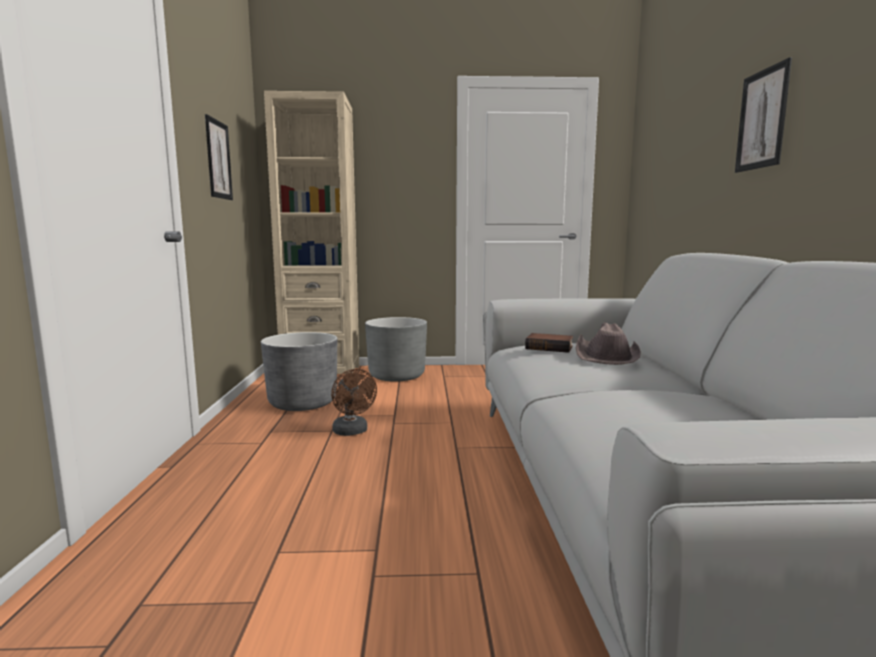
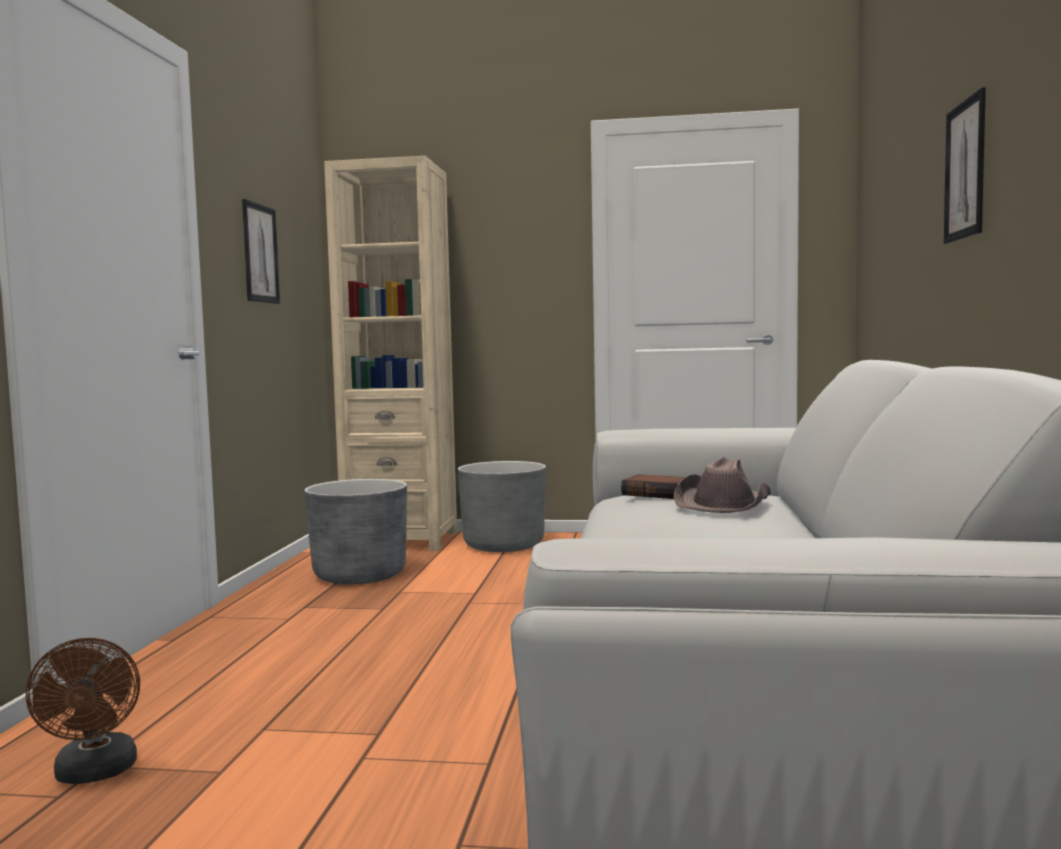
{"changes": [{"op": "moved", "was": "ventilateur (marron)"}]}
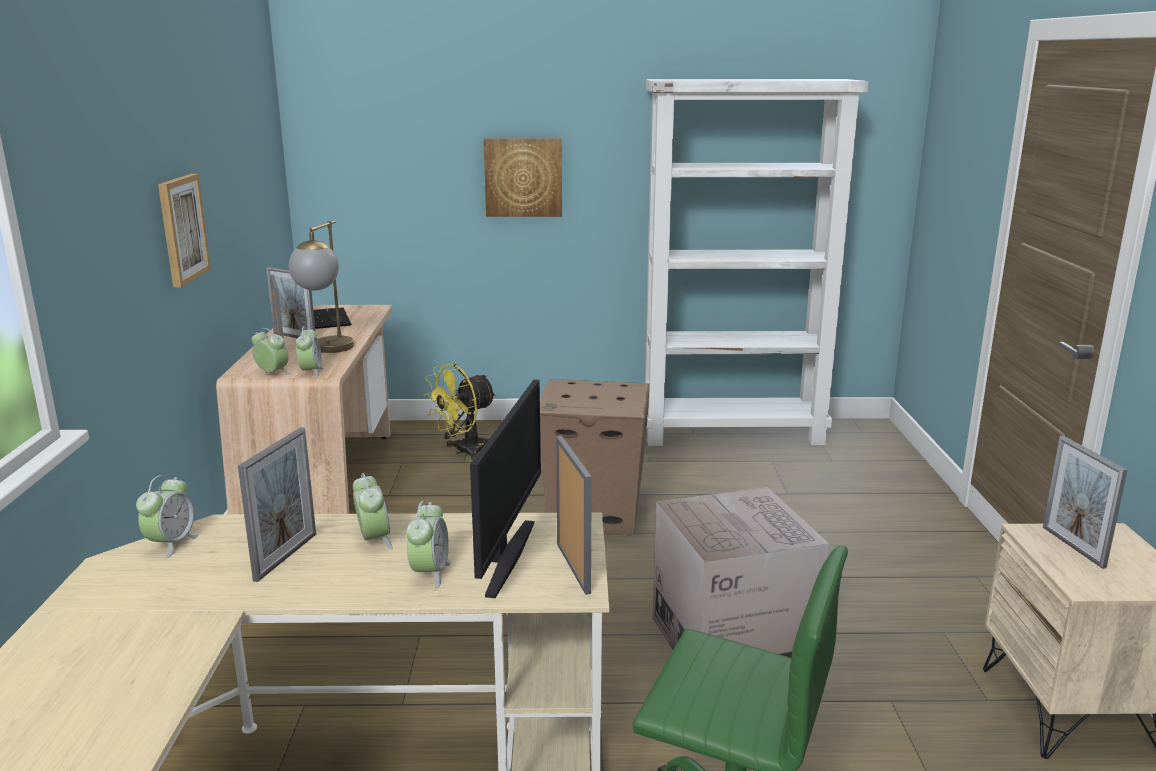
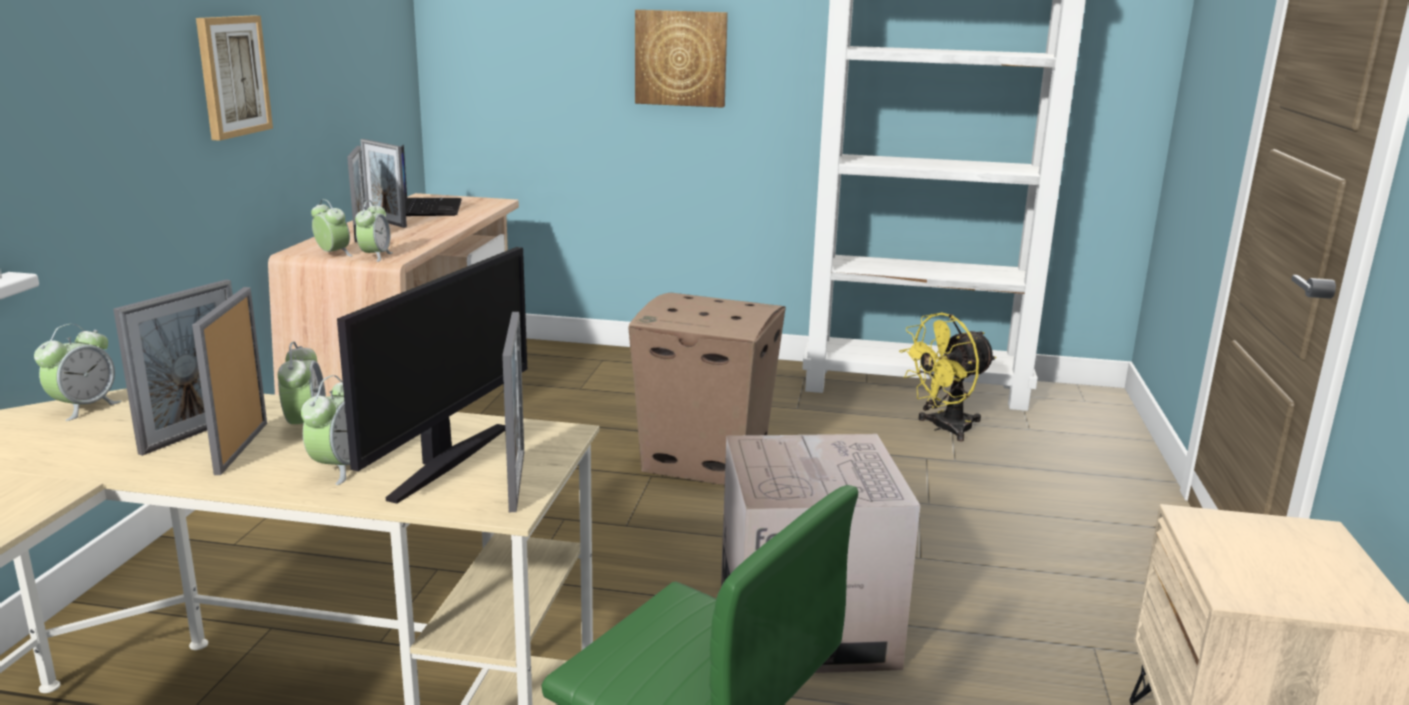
{"changes": [{"op": "removed", "was": "lampe de table"}, {"op": "moved", "was": "ventilateur (jaune)"}, {"op": "moved", "was": "cadre photo (5th from left in the first image)", "now": "cadre photo (2nd from left)"}]}
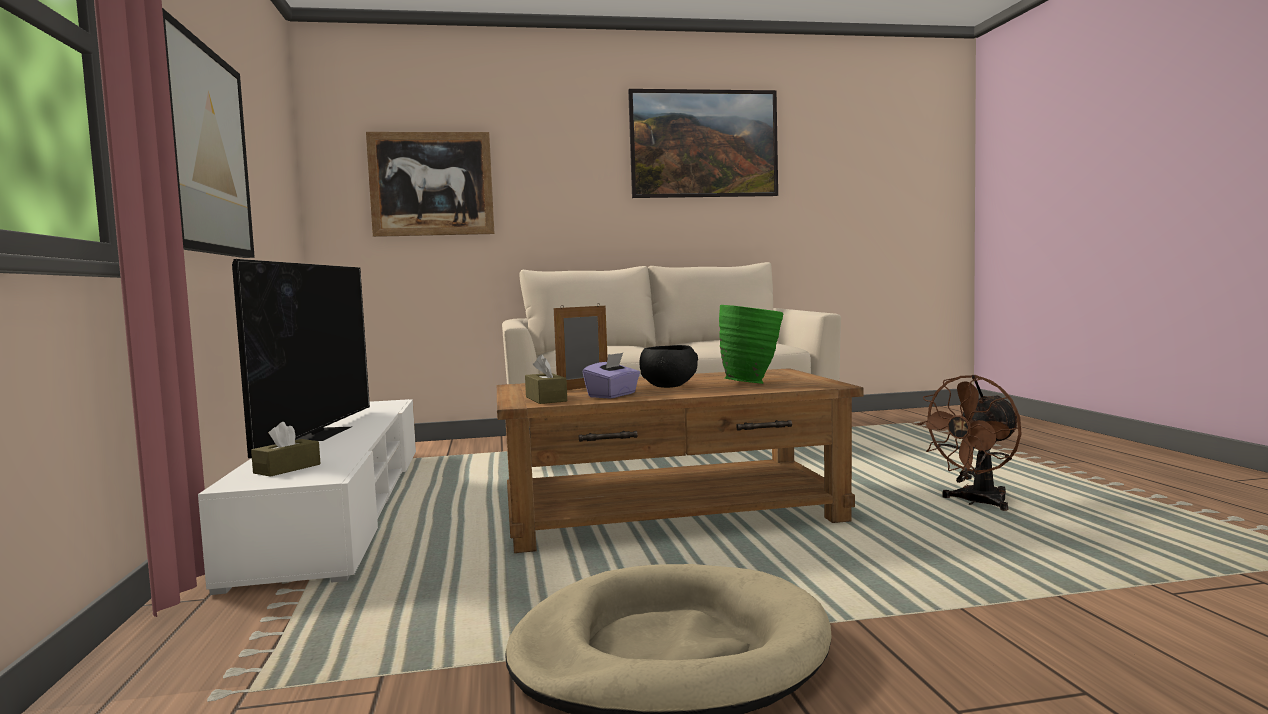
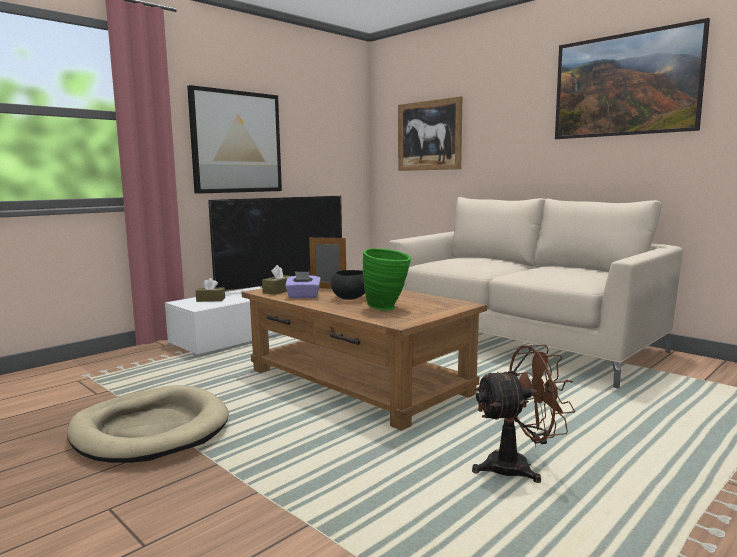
{"changes": [{"op": "turned", "was": "ventilateur (marron)", "clockwise": 150}]}
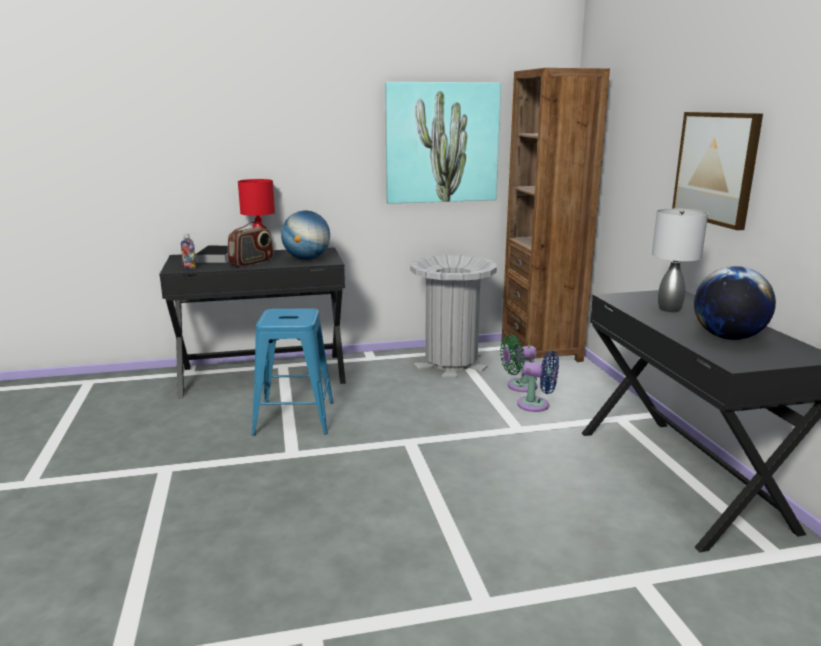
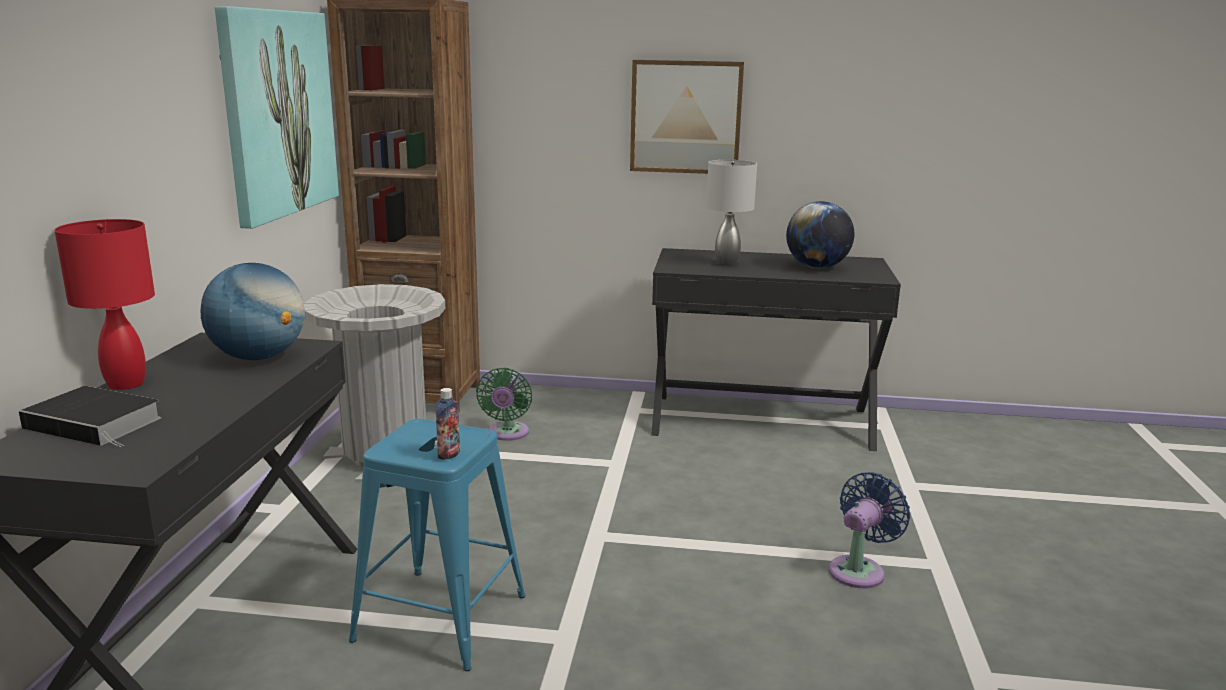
{"changes": [{"op": "removed", "was": "radio"}, {"op": "moved", "was": "bouteille"}, {"op": "moved", "was": "ventilateur (bleu)"}]}
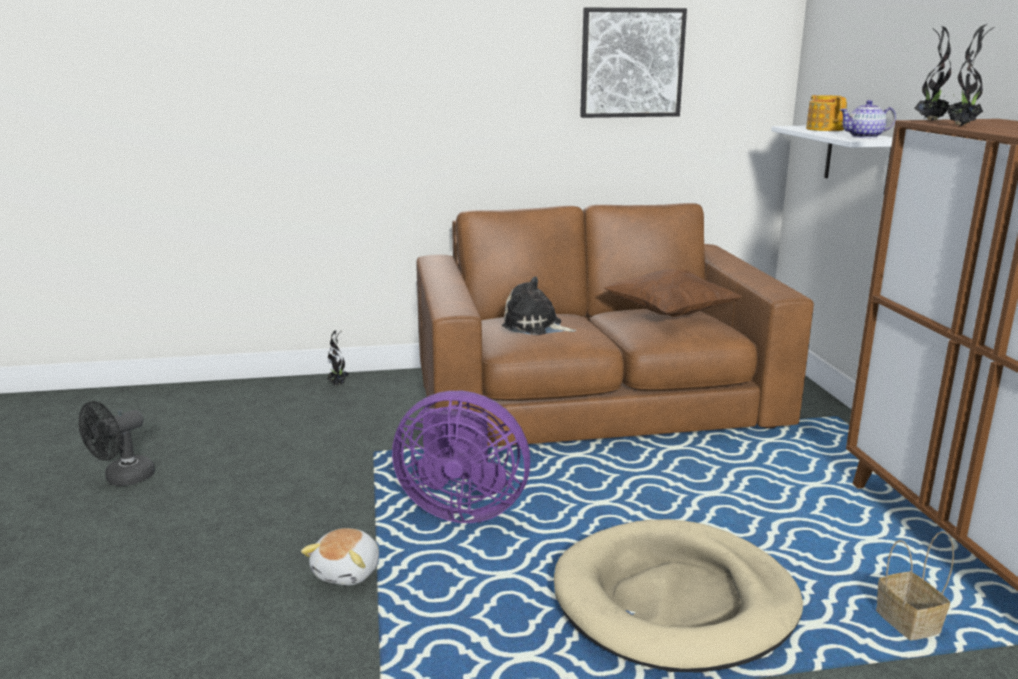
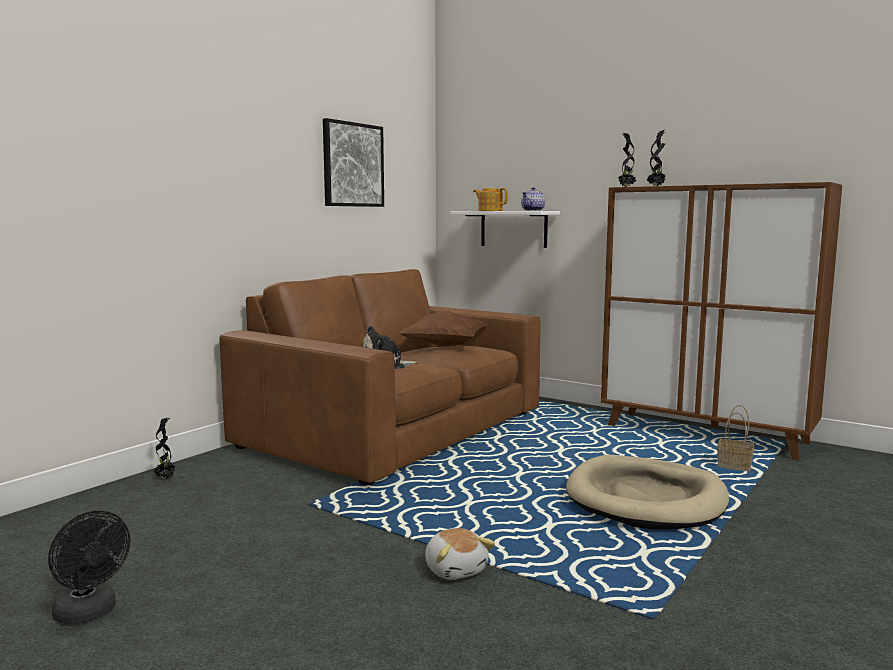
{"changes": [{"op": "removed", "was": "ventilateur (violet)"}, {"op": "turned", "was": "ventilateur (noir)", "clockwise": -45}]}
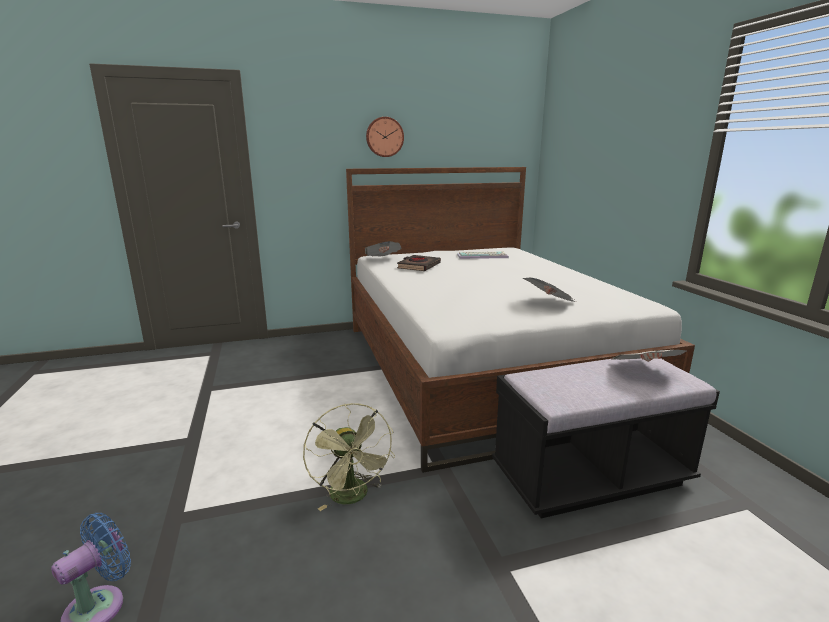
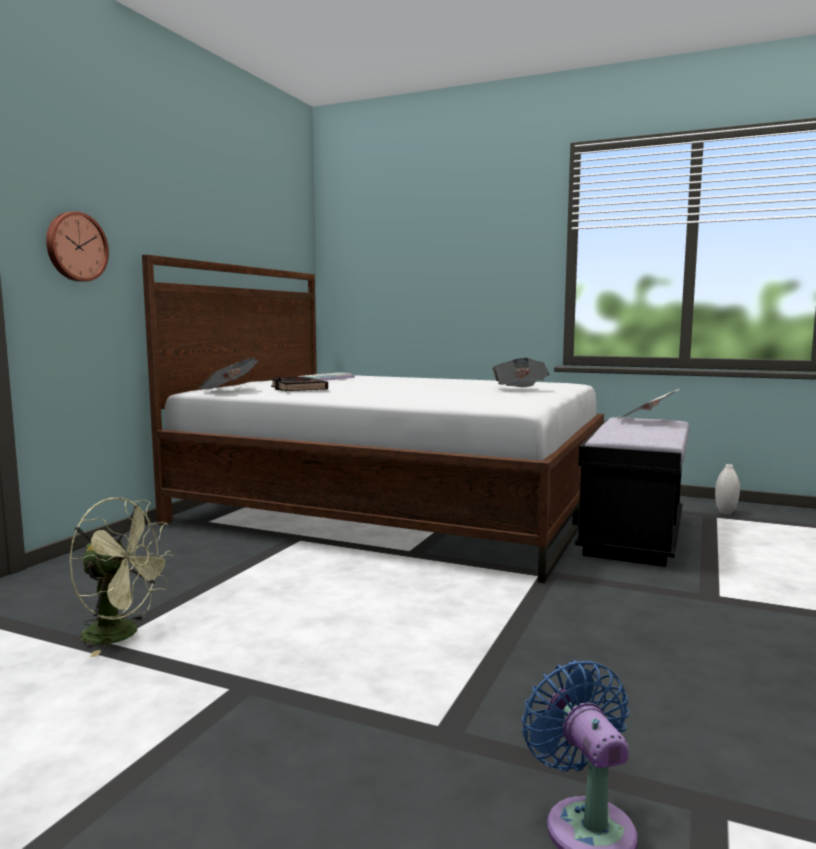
{"changes": [{"op": "moved", "was": "horloge murale"}, {"op": "moved", "was": "ventilateur (vert)"}, {"op": "added", "now": "vase (blanc)"}]}
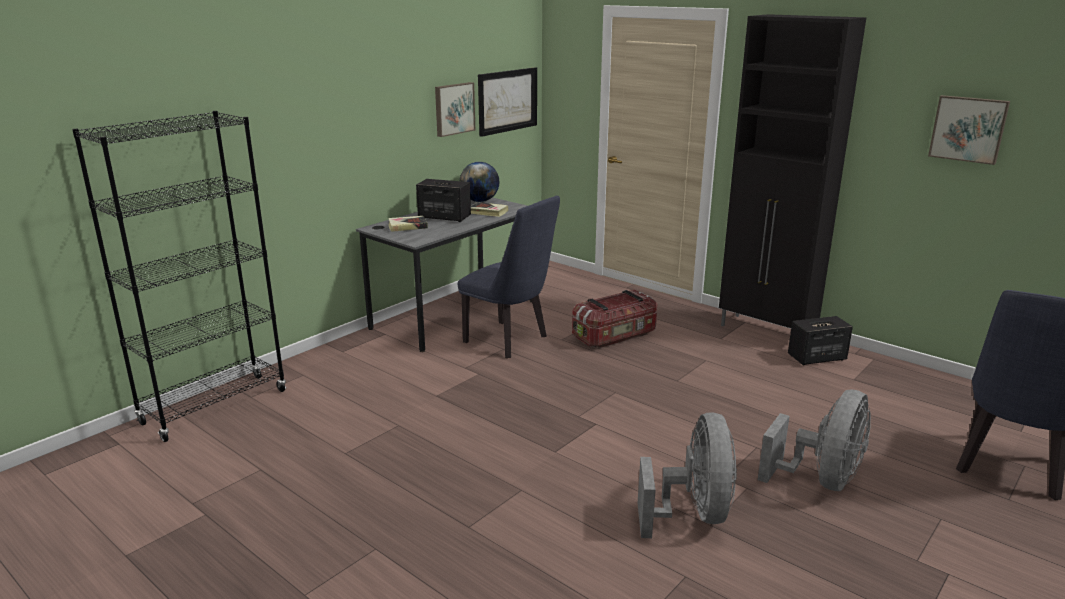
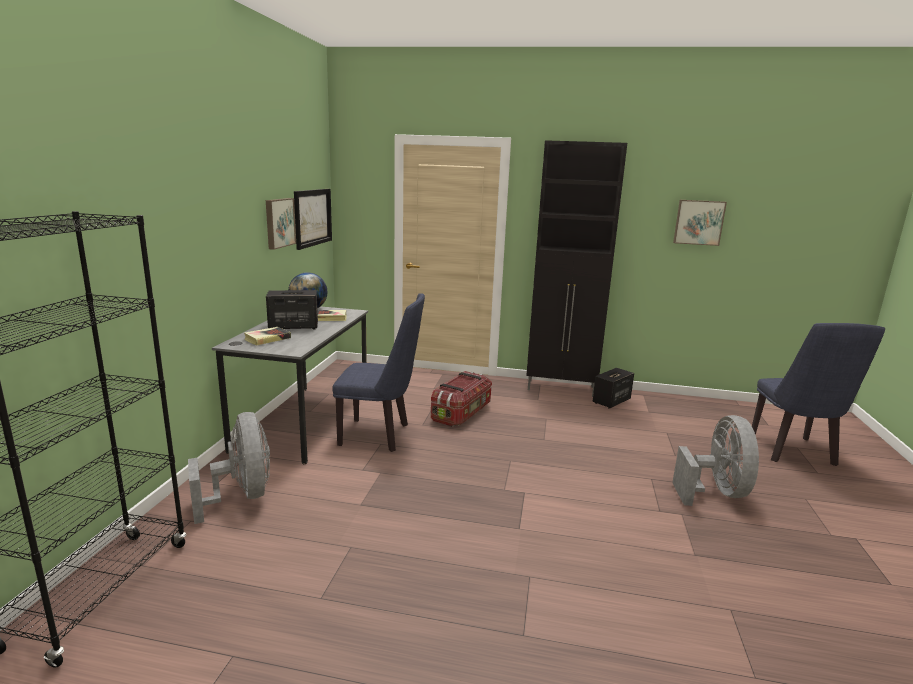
{"changes": [{"op": "moved", "was": "ventilateur (gris) (1st from left)"}]}
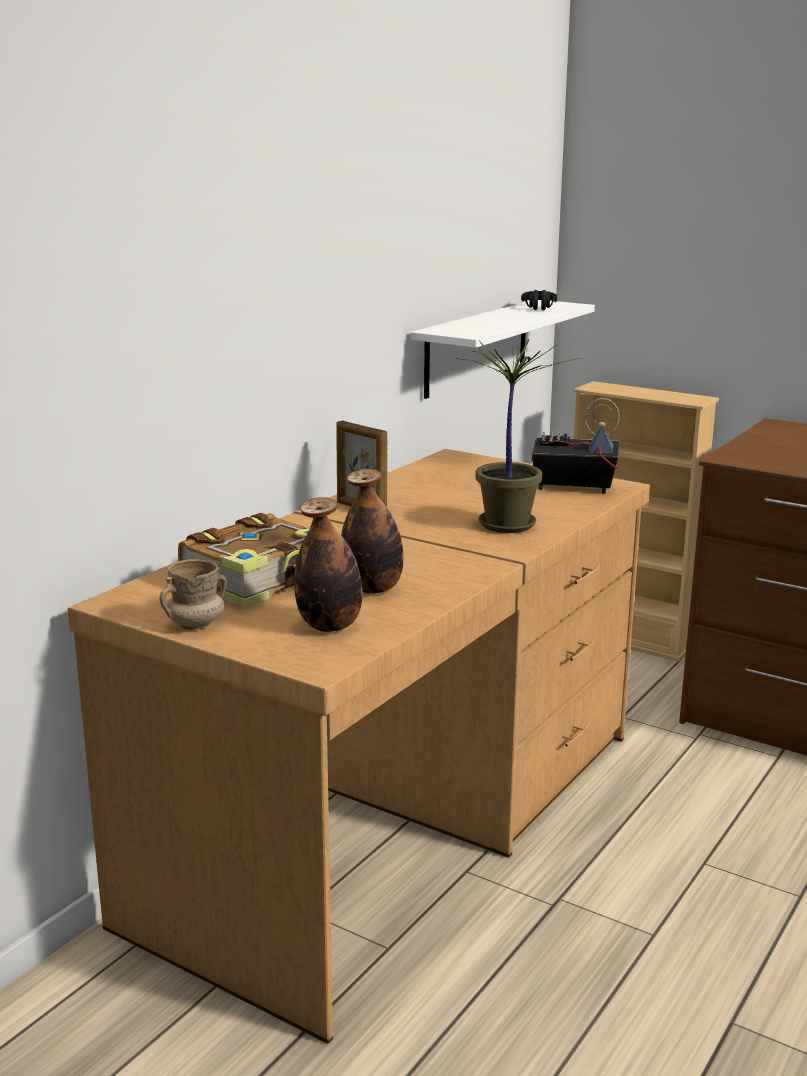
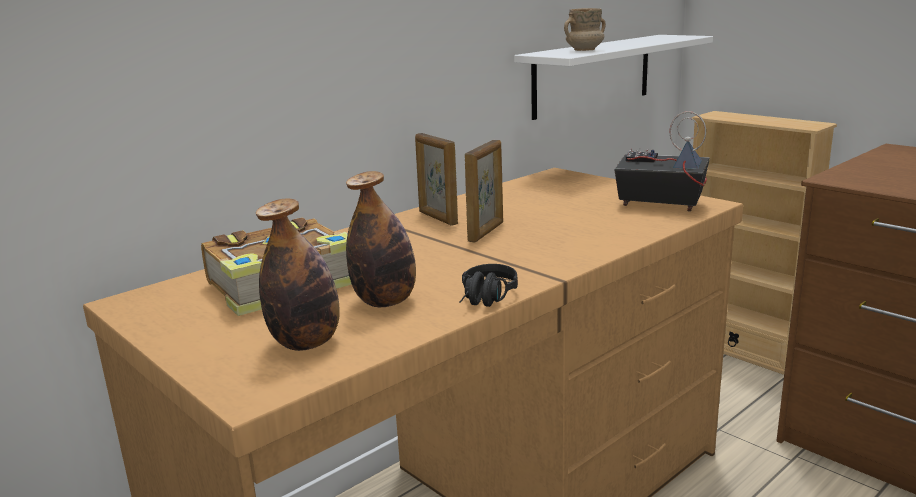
{"changes": [{"op": "moved", "was": "casque audio (noir)"}, {"op": "removed", "was": "plante en pot"}, {"op": "moved", "was": "mug (beige)"}, {"op": "added", "now": "cadre photo (2nd from left)"}]}
